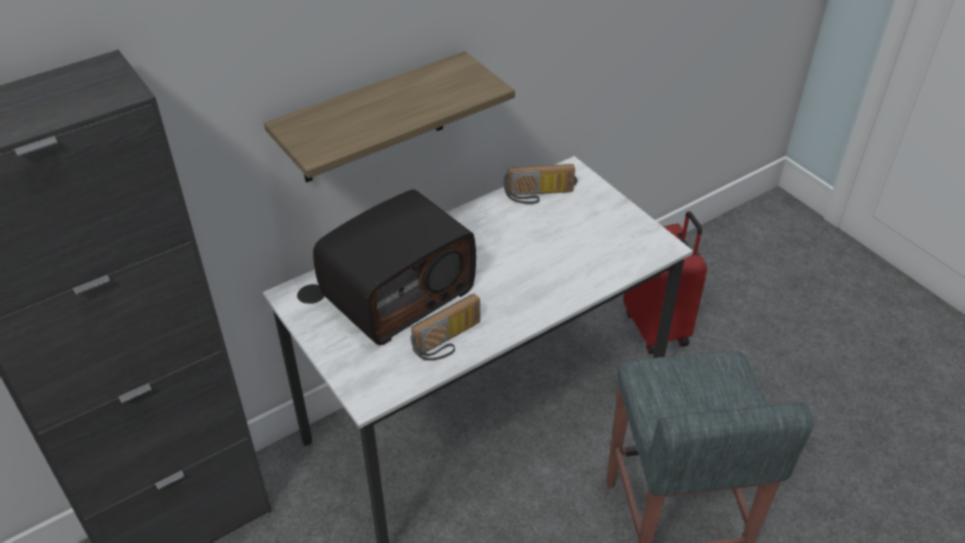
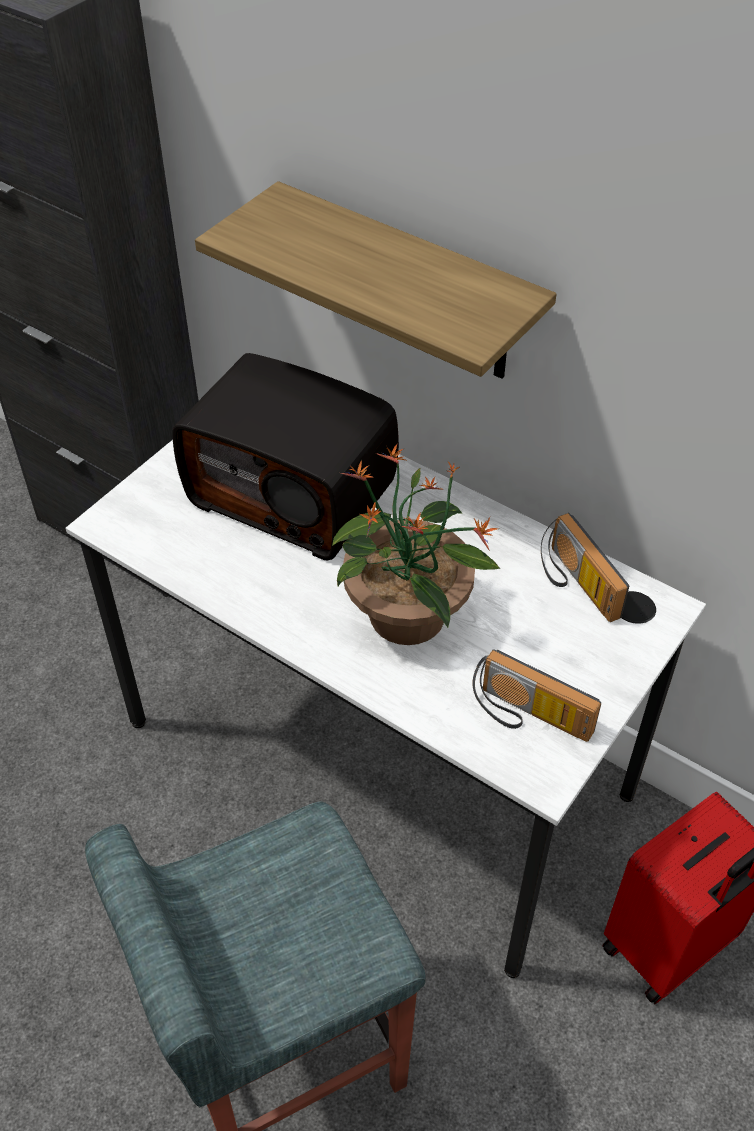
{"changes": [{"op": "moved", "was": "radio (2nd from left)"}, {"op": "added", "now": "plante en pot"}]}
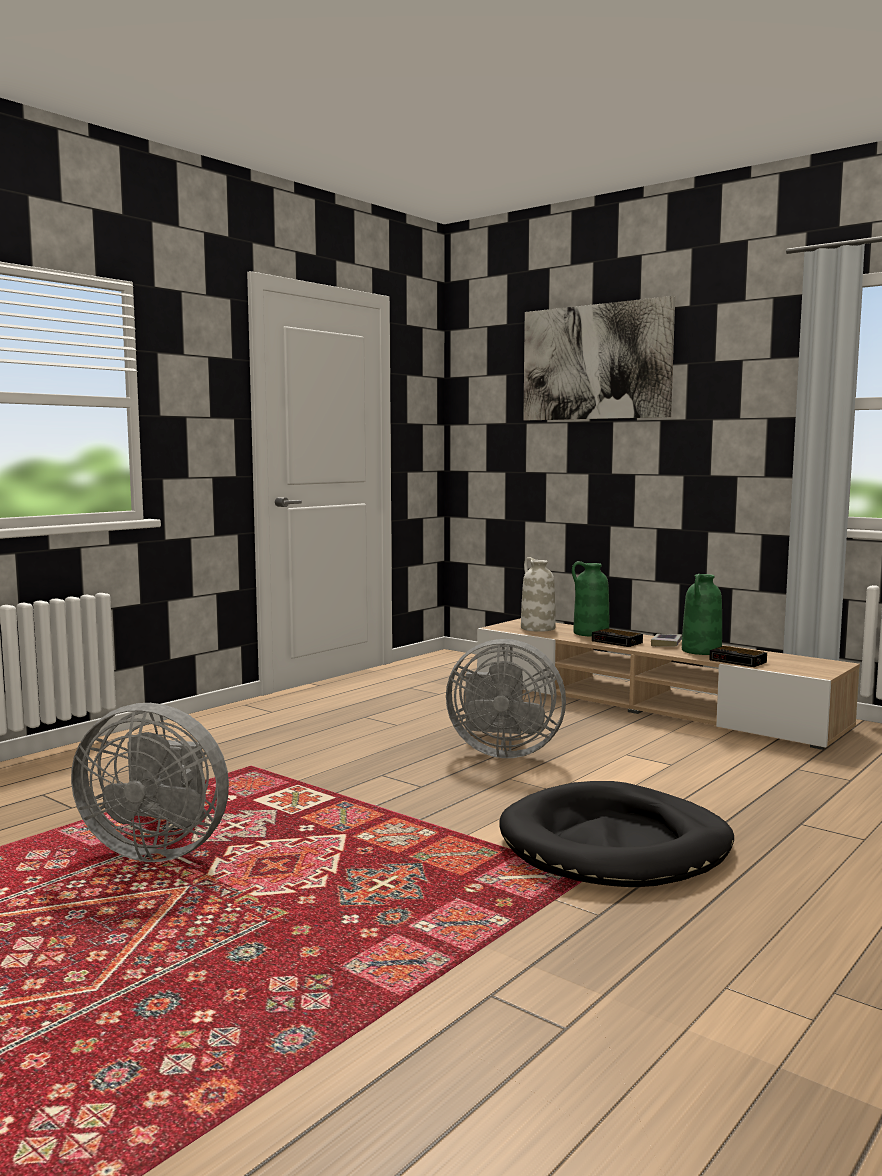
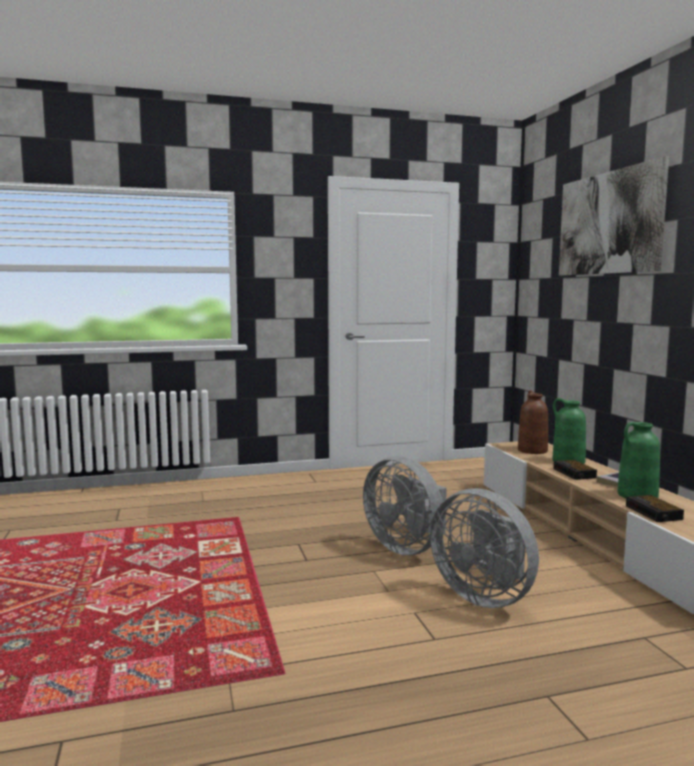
{"changes": [{"op": "recoloured", "was": "vase (blanc)", "now": "vase (marron)"}, {"op": "moved", "was": "ventilateur (gris) (1st from left in the first image)", "now": "ventilateur (gris) (2nd from left)"}, {"op": "removed", "was": "panier pour chien (noir)"}]}
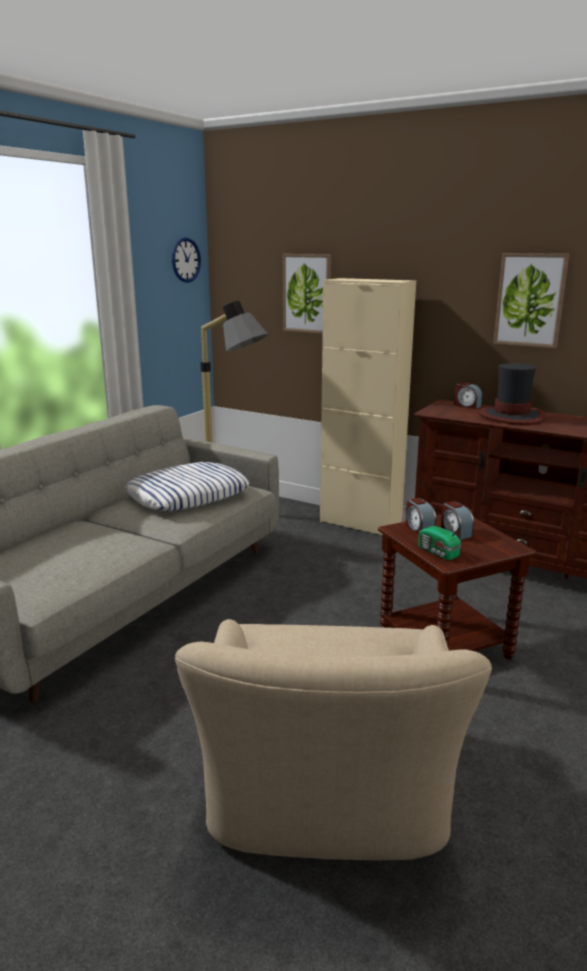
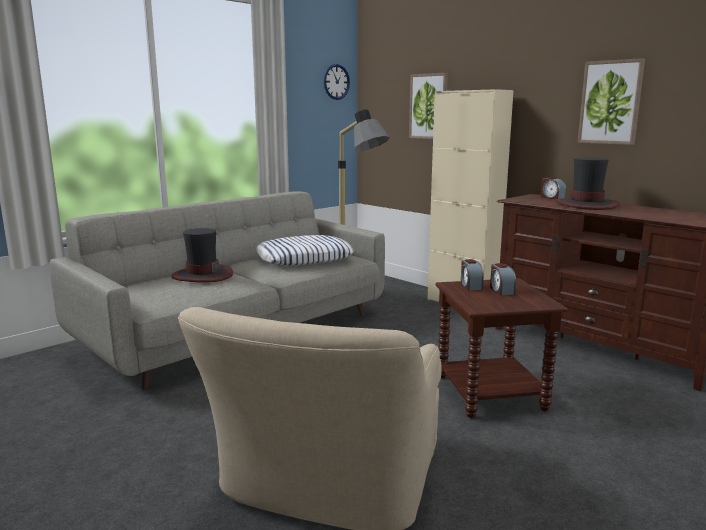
{"changes": [{"op": "removed", "was": "radio"}, {"op": "added", "now": "chapeau (1st from left)"}]}
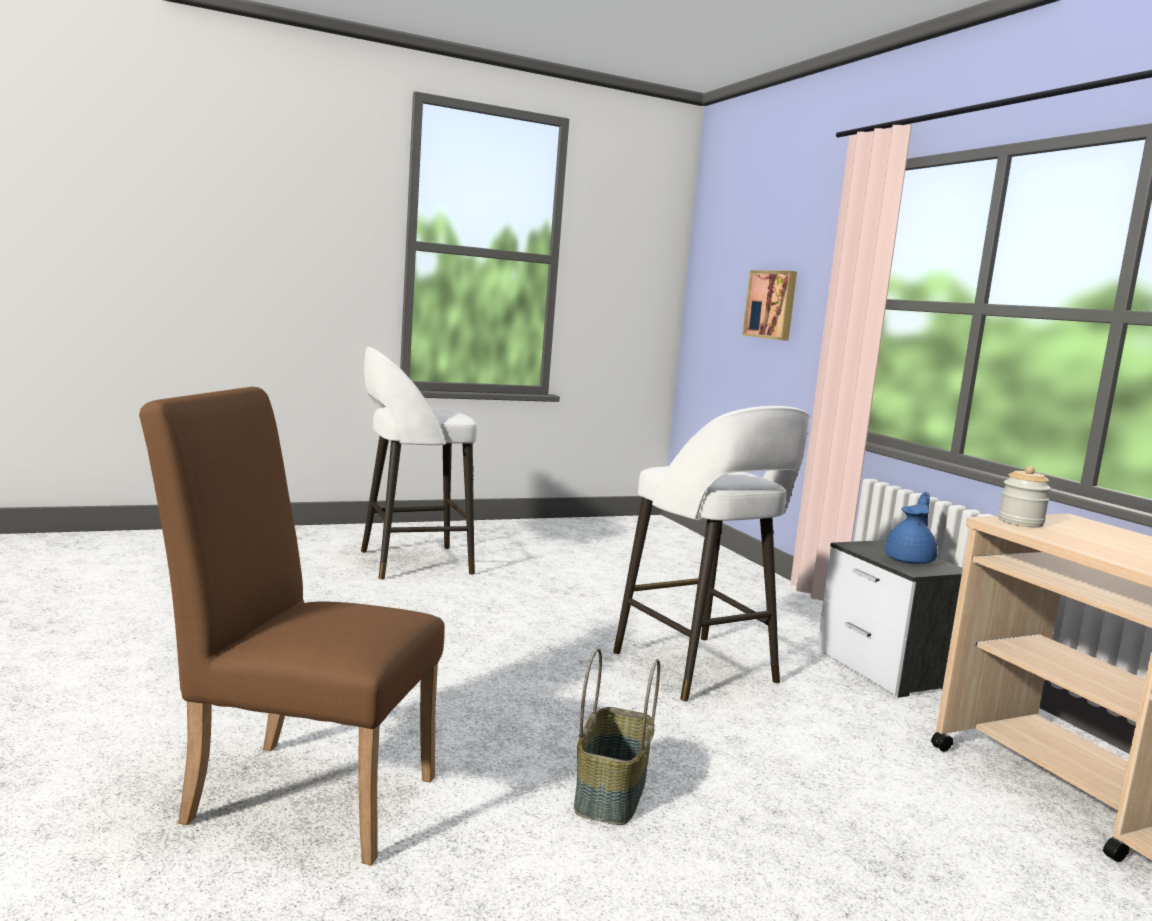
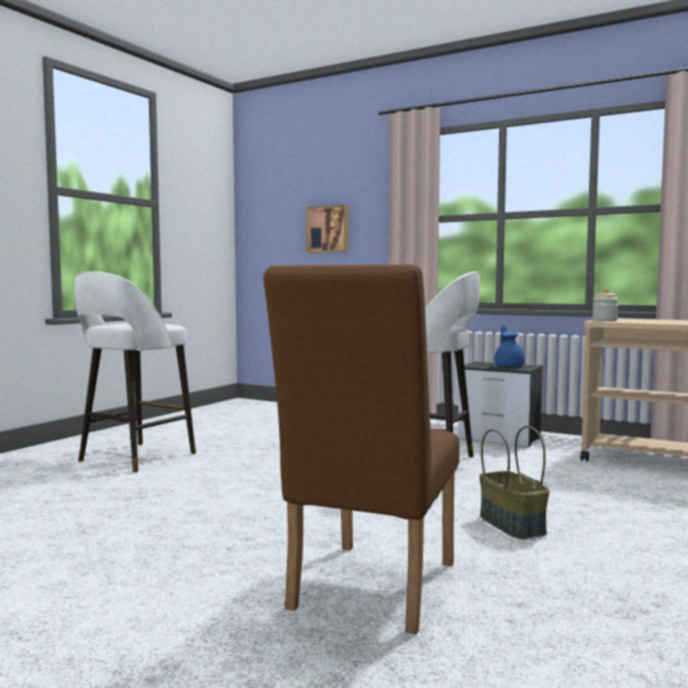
{"changes": [{"op": "turned", "was": "chaise (marron)", "clockwise": -45}]}
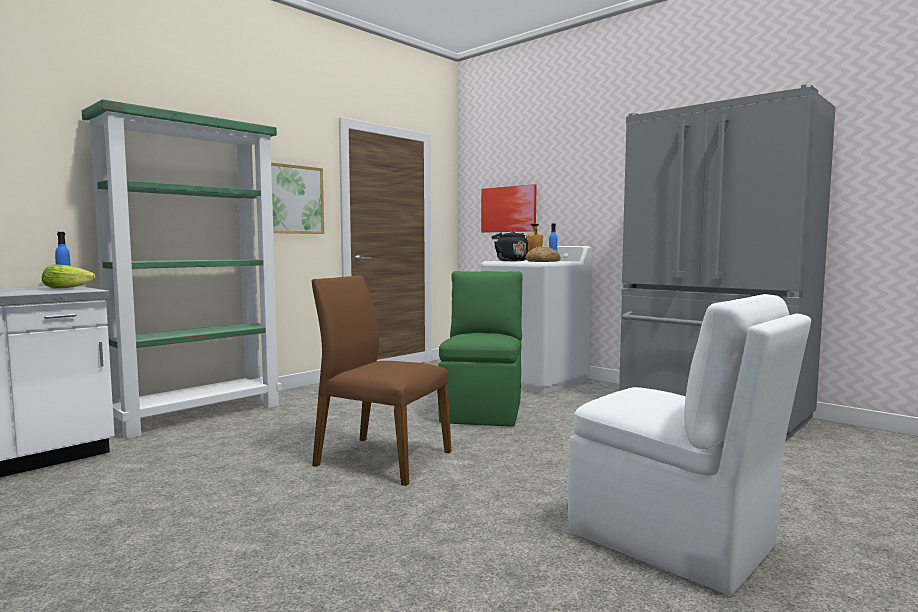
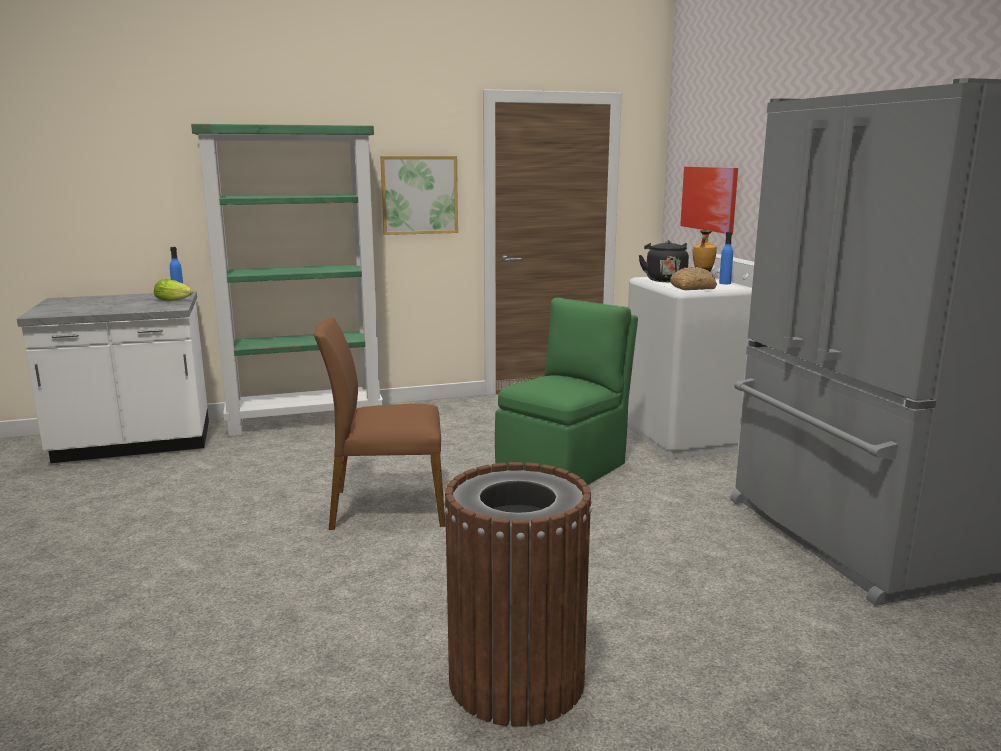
{"changes": [{"op": "turned", "was": "chaise (marron)", "clockwise": -60}, {"op": "replaced", "was": "chaise (blanc)", "now": "poubelle (marron)"}]}
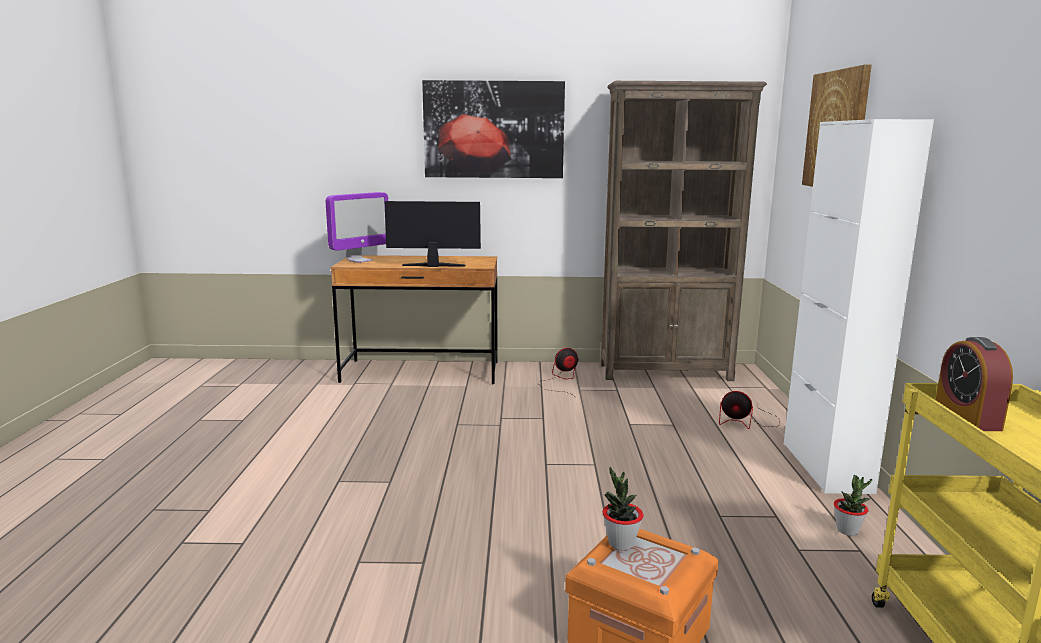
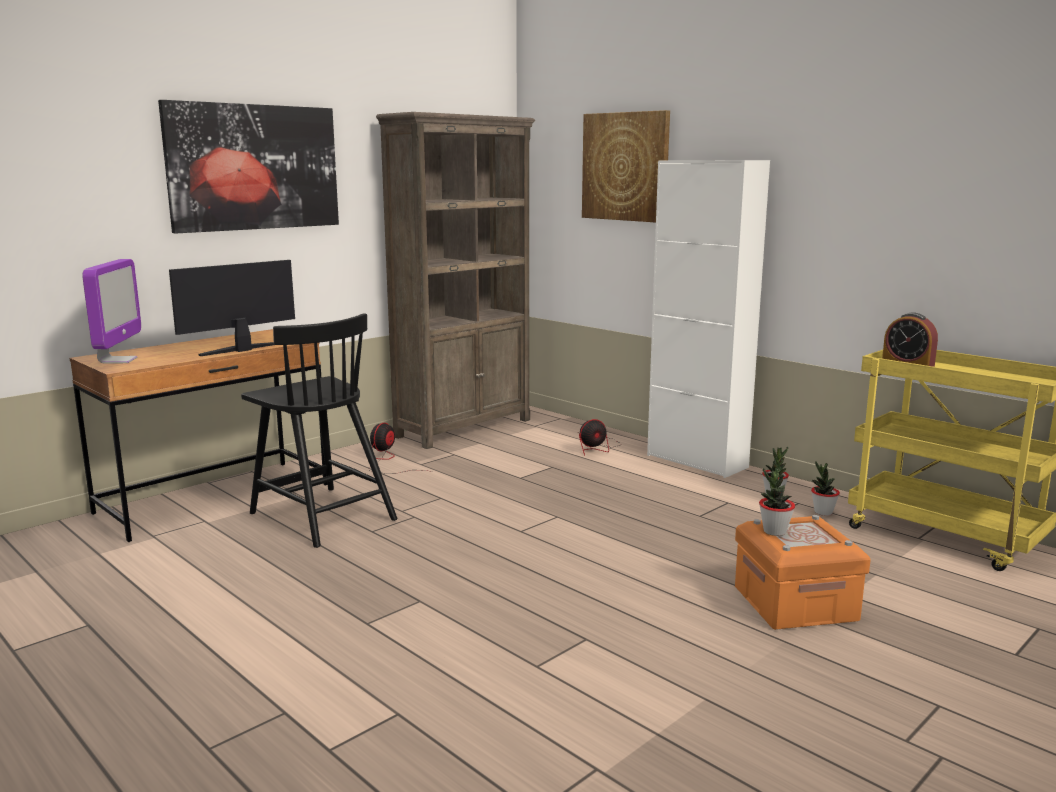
{"changes": [{"op": "added", "now": "chaise (noir)"}, {"op": "added", "now": "plante en pot (3rd from left)"}]}
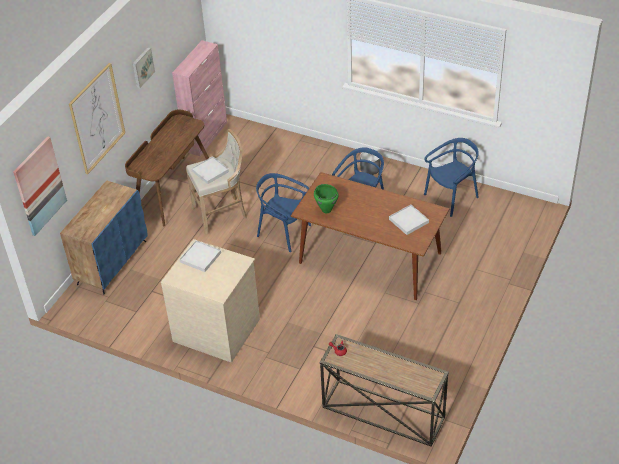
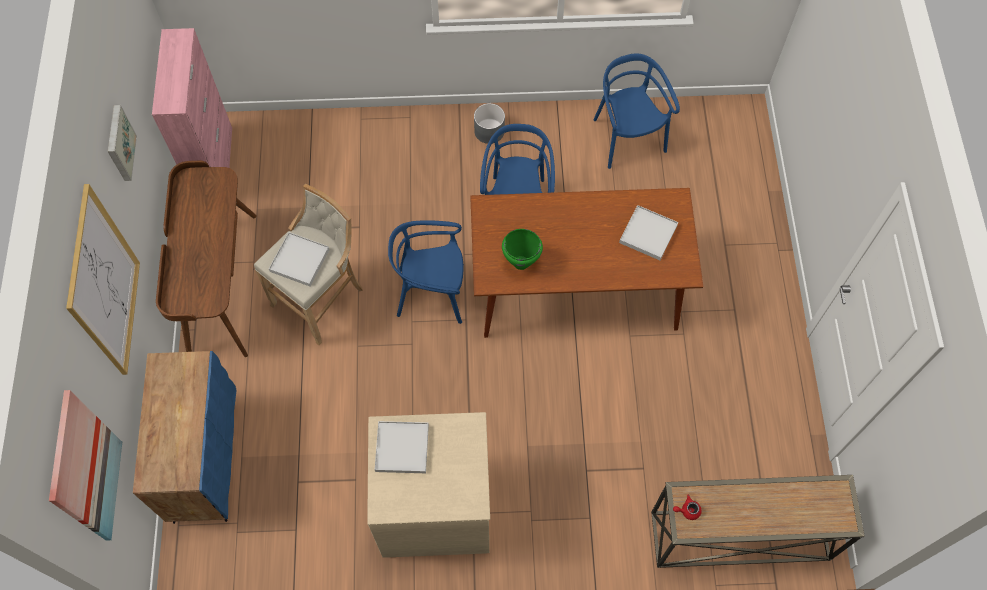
{"changes": [{"op": "turned", "was": "chaise (bleu) (3rd from left)", "clockwise": -45}]}
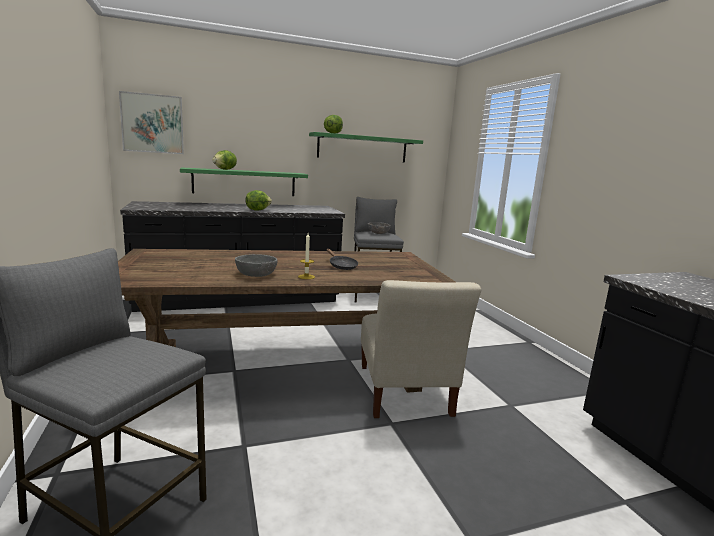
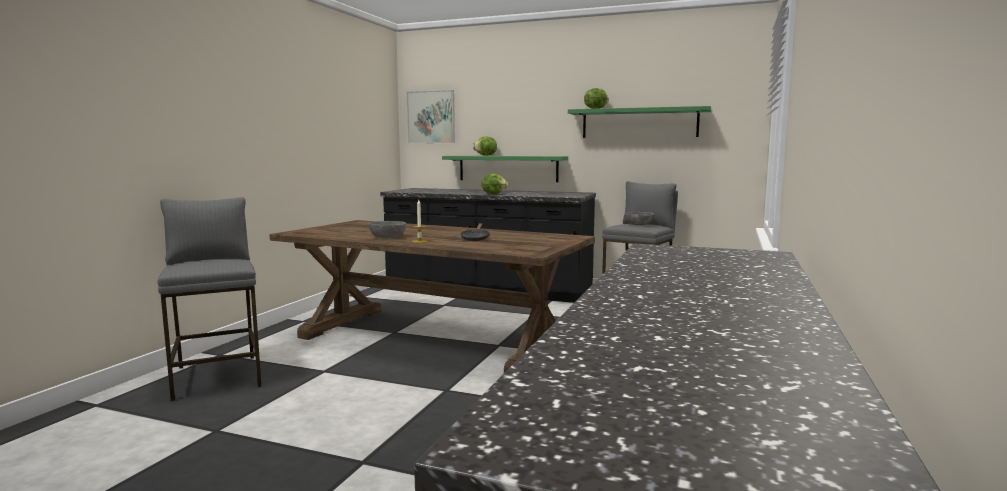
{"changes": [{"op": "removed", "was": "chaise (beige)"}]}
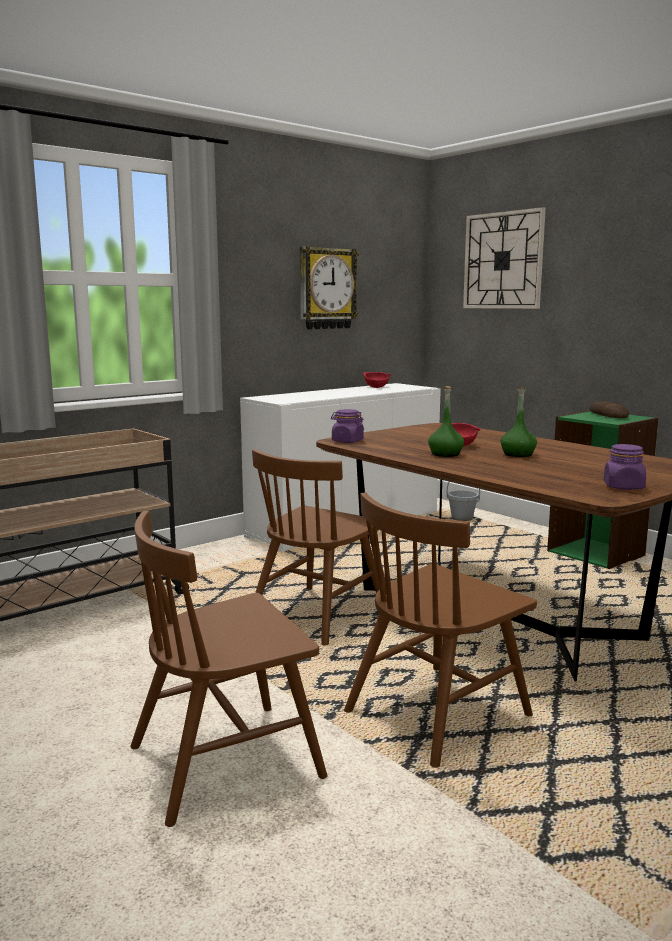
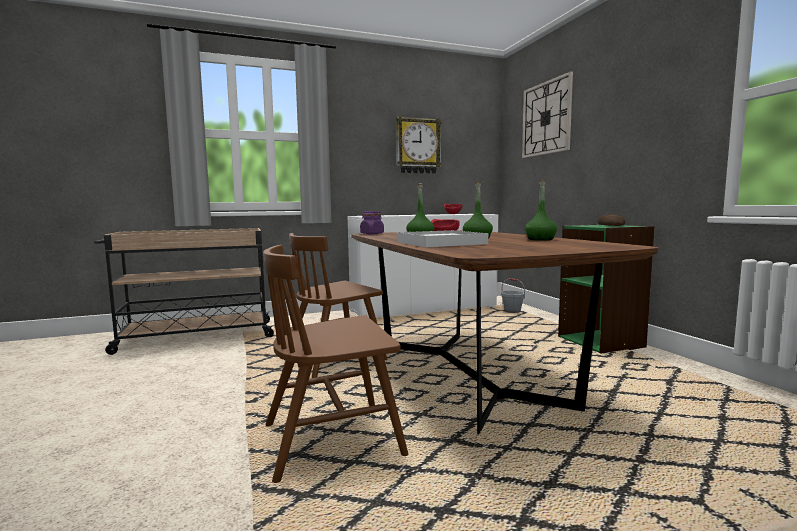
{"changes": [{"op": "removed", "was": "bocal (violet) (2nd from left)"}, {"op": "removed", "was": "chaise (marron) (1st from left)"}, {"op": "added", "now": "bouteille (vert) (3rd from left)"}, {"op": "added", "now": "plateau (blanc)"}]}
